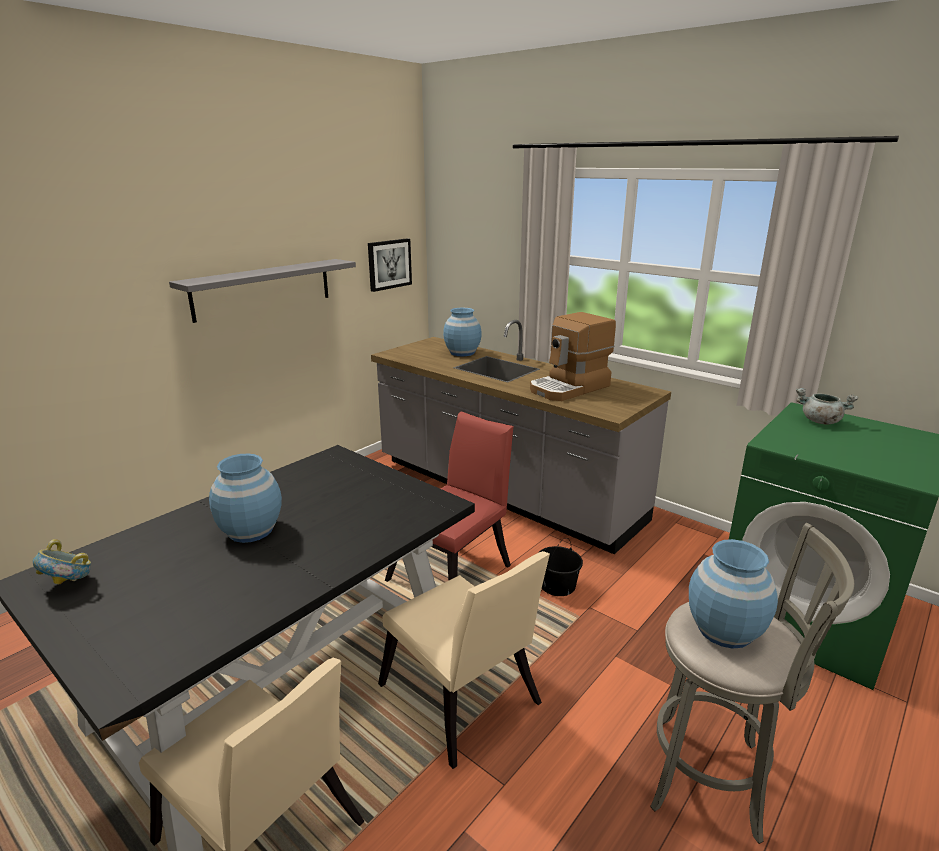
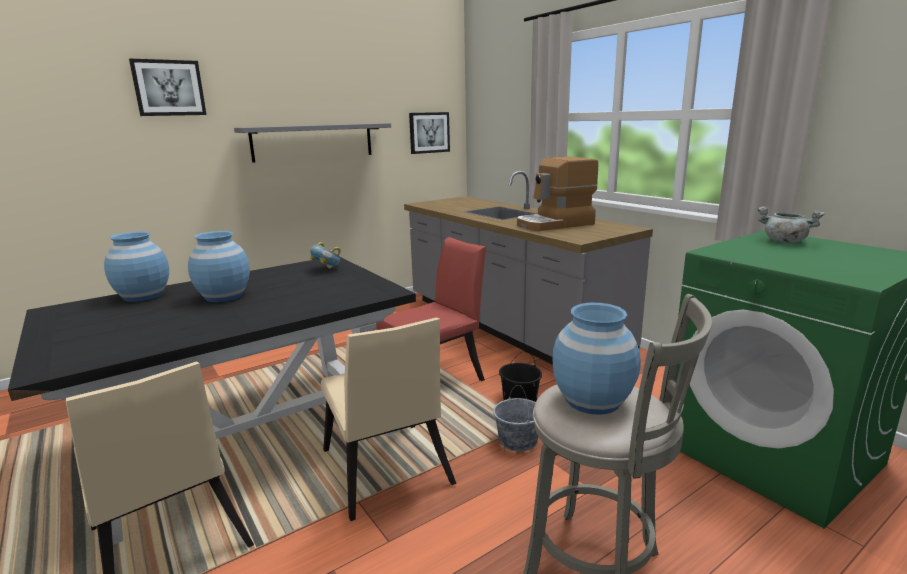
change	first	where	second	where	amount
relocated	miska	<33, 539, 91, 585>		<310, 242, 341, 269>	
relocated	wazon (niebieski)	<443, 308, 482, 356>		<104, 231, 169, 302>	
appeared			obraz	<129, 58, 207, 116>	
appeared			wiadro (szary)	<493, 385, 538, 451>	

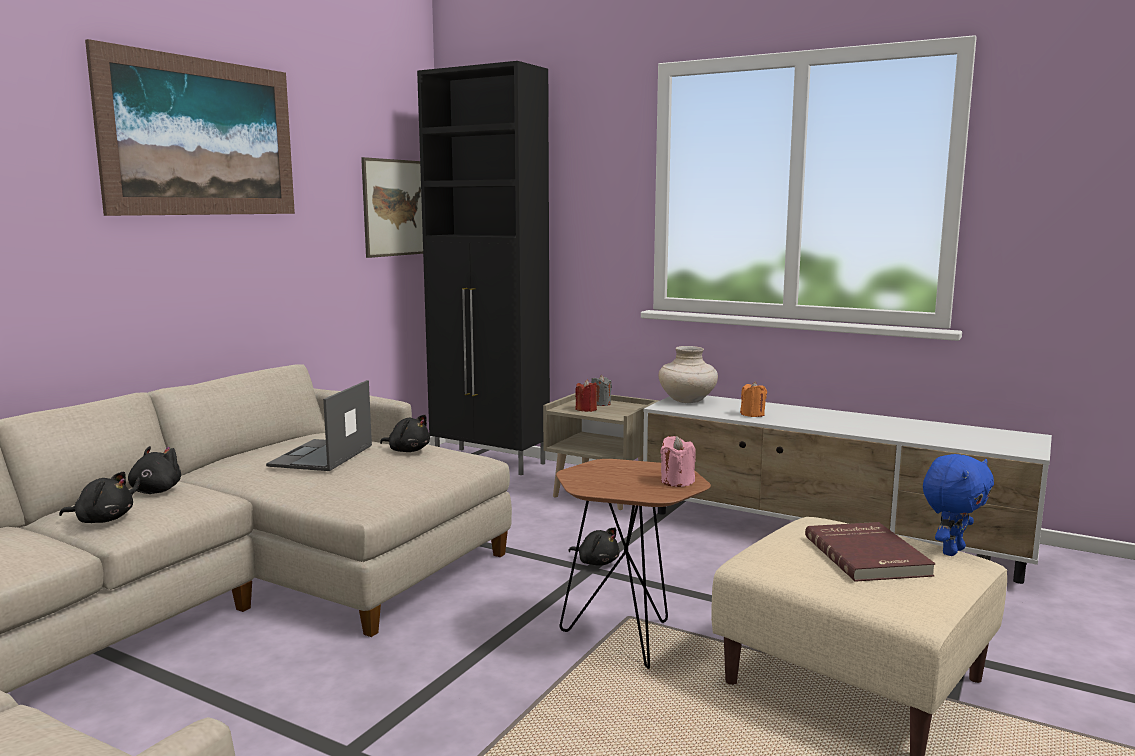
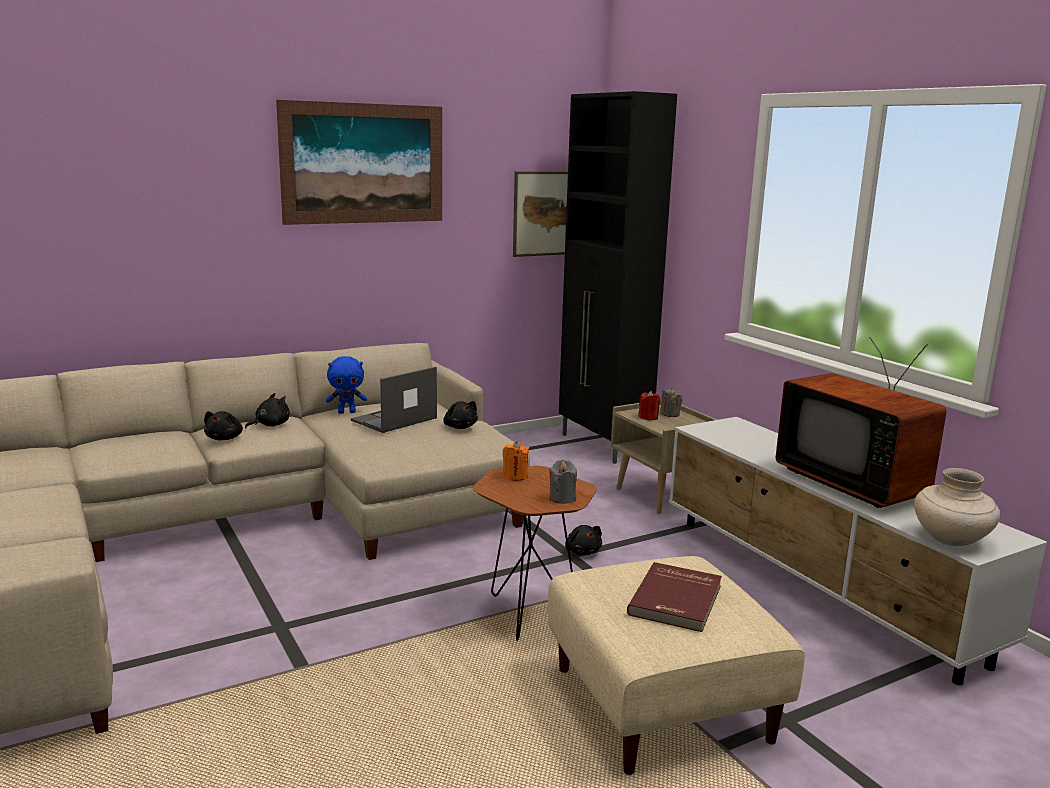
change	first	where	second	where	amount
spun	pluszak (czarny)	<59, 472, 133, 523>		<204, 411, 243, 440>	60 degrees clockwise
relocated	wazon (beżowy)	<659, 346, 718, 403>		<914, 468, 1000, 546>	
colour	świeca (różowy)	<660, 436, 696, 487>	świeca (szary)	<549, 460, 577, 504>	
relocated	świeca (pomarańczowy)	<740, 381, 767, 417>		<502, 441, 529, 481>	
relocated	pluszak (niebieski)	<923, 454, 994, 556>		<326, 356, 367, 414>	
appeared			telewizor	<776, 337, 947, 508>	

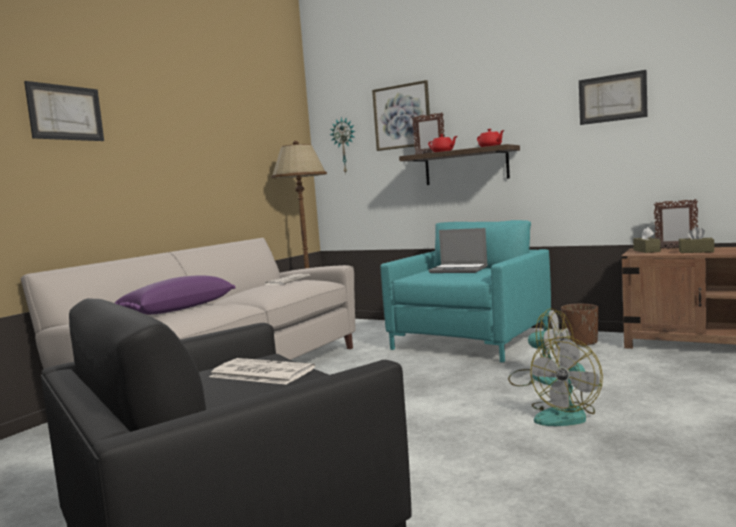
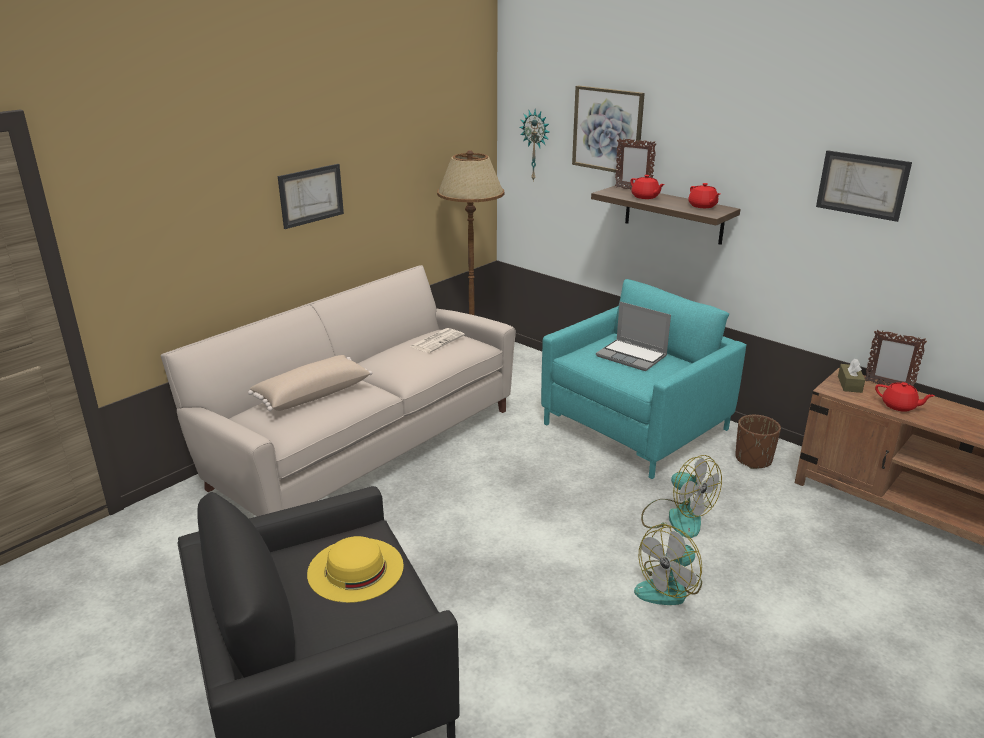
change	first	where	second	where	amount
relocated	obraz	<24, 81, 104, 141>		<278, 164, 344, 229>	
colour	poduszka (fioletowy)	<115, 275, 236, 315>	poduszka (beżowy)	<248, 355, 372, 411>	
exchanged	gazeta	<209, 358, 315, 385>	kapelusz (żółty)	<307, 536, 404, 603>	
exchanged	pudełko chusteczek (brązowy)	<679, 227, 714, 253>	imbryk (czerwony)	<875, 382, 935, 412>	

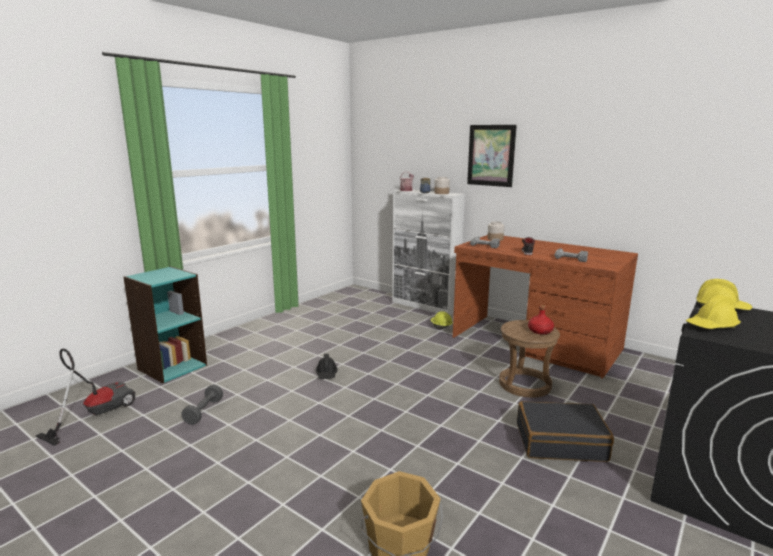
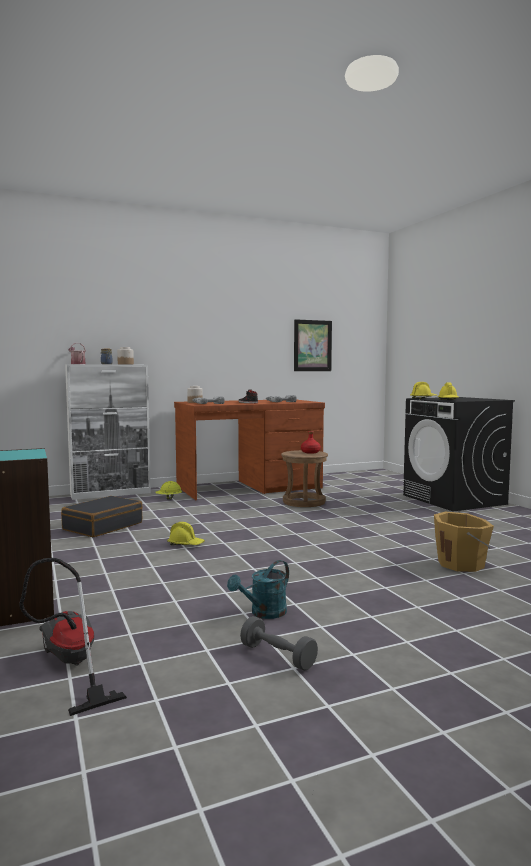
change	first	where	second	where	amount
relocated	hantel (szary)	<181, 384, 223, 425>		<240, 616, 318, 671>	
colour	kask (czarny)	<316, 354, 338, 379>	kask (żółty)	<167, 522, 205, 545>	
relocated	obraz	<467, 125, 517, 187>		<294, 319, 332, 371>	
relocated	walizka (czarny)	<517, 401, 614, 462>		<61, 496, 142, 537>	
appeared			konewka (turkusowy)	<227, 560, 289, 619>	

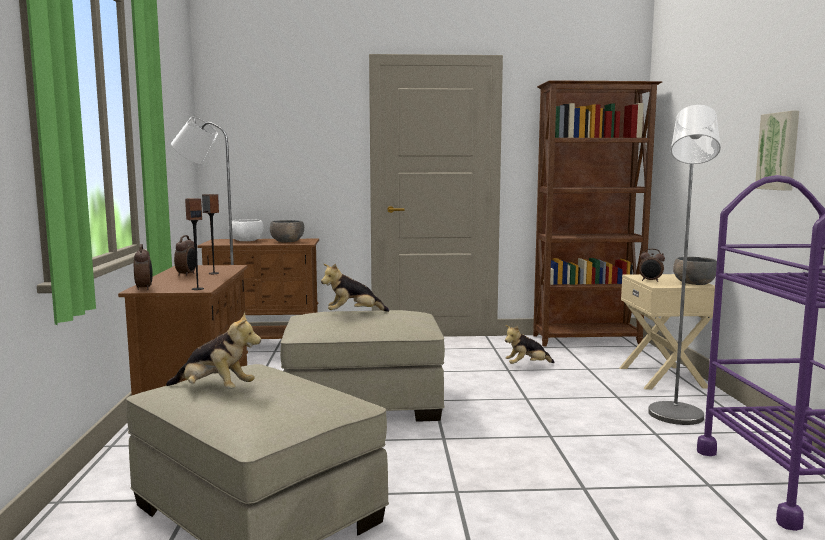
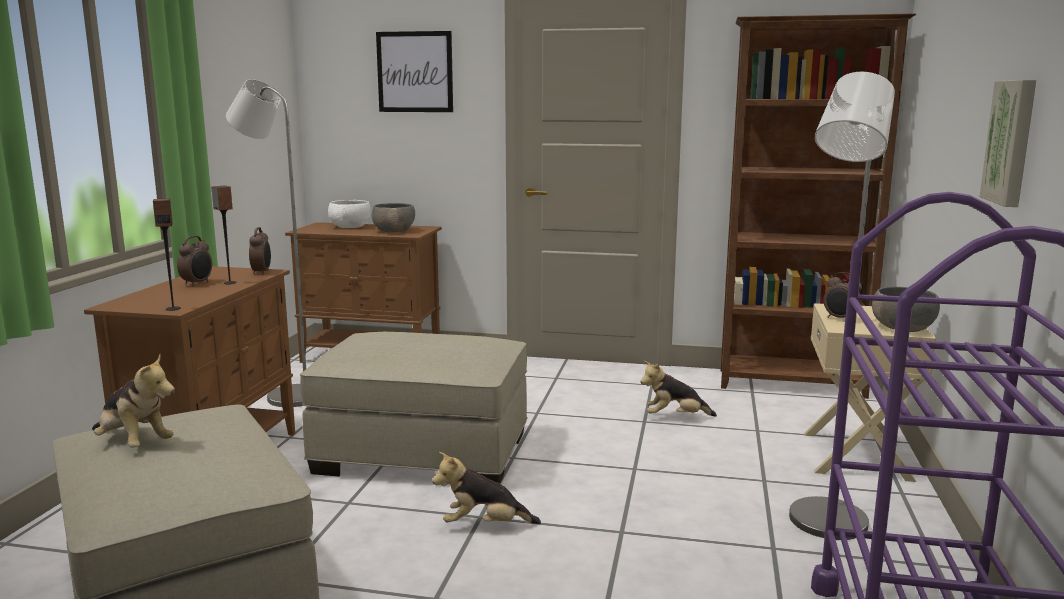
change	first	where	second	where	amount
relocated	budzik	<134, 244, 152, 290>		<249, 227, 271, 275>	
relocated	pluszak	<321, 263, 389, 312>		<432, 452, 541, 524>	
appeared			obraz	<376, 31, 453, 112>	

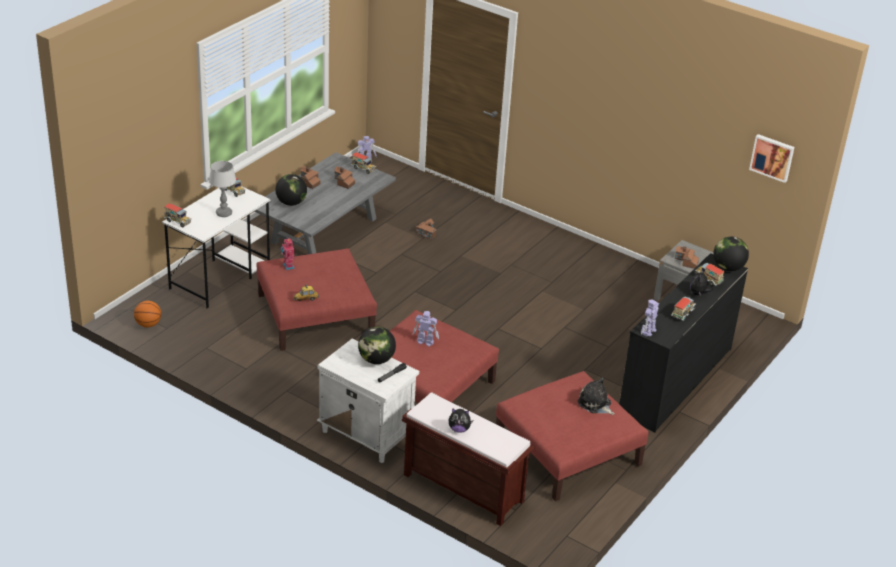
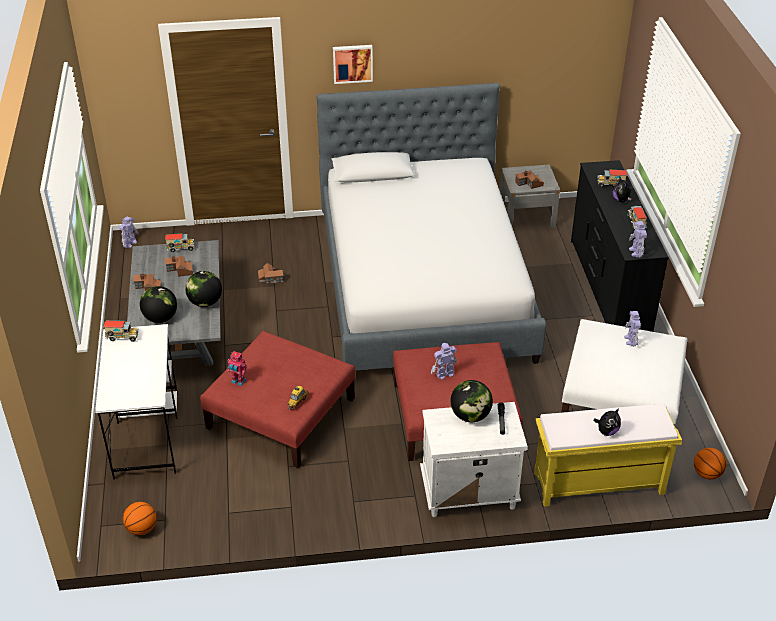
change	first	where	second	where	amount
missing	ciężarówka zabawkowa	<164, 203, 191, 228>			
missing	lampa stołowa	<209, 161, 236, 217>			
colour	ławka (brązowy)	<402, 392, 534, 526>	ławka (żółty)	<534, 403, 682, 507>	
colour	pufa (czerwony)	<496, 371, 649, 501>	pufa (biały)	<561, 319, 687, 424>	
exchanged	pluszak	<577, 377, 615, 415>	robot zabawkowy	<624, 311, 641, 347>	
relocated	globus	<713, 237, 749, 271>		<185, 271, 222, 307>	
relocated	obraz	<749, 134, 794, 183>		<333, 45, 373, 84>	
appeared			łóżko	<317, 83, 546, 371>	
appeared			piłka do koszykówki	<694, 448, 727, 480>	

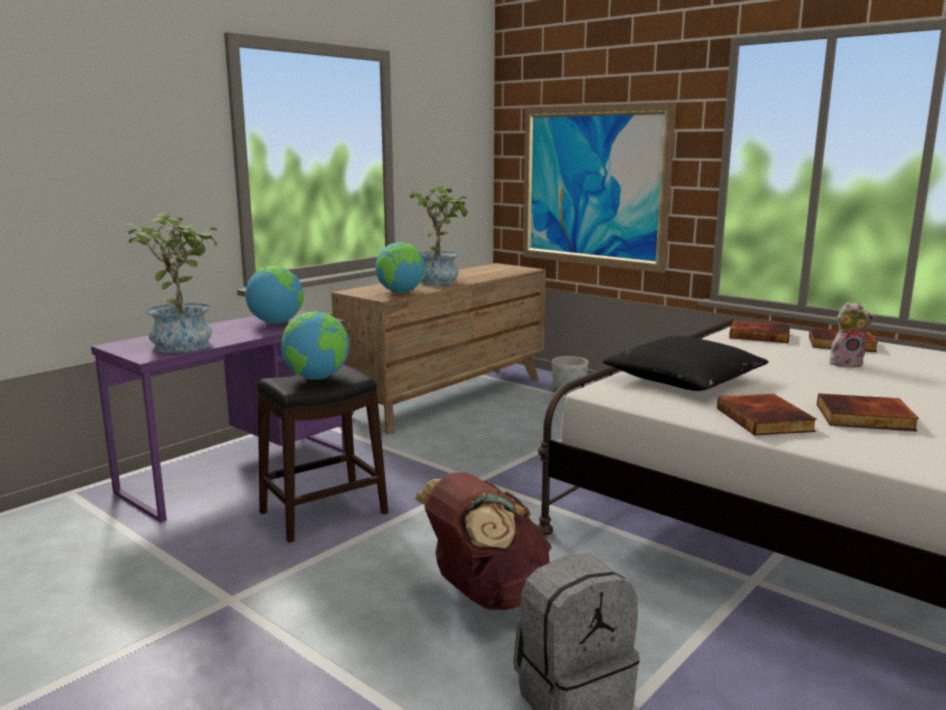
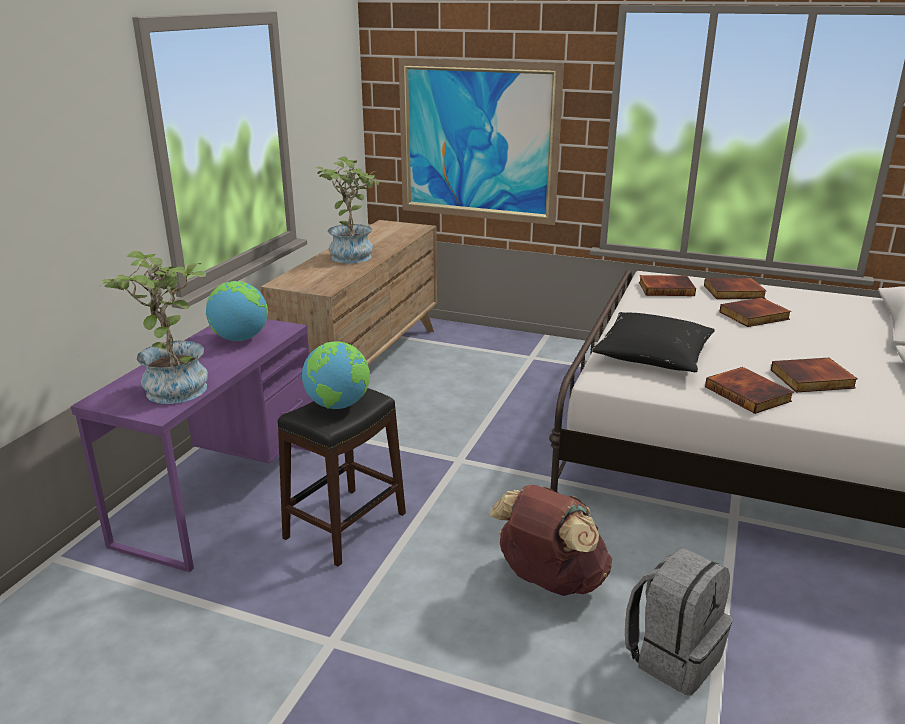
change	first	where	second	where	amount
missing	globus	<375, 242, 425, 293>			
missing	donica (szary)	<552, 356, 588, 394>			
exchanged	pluszak	<829, 302, 875, 368>	książka	<719, 297, 791, 327>	

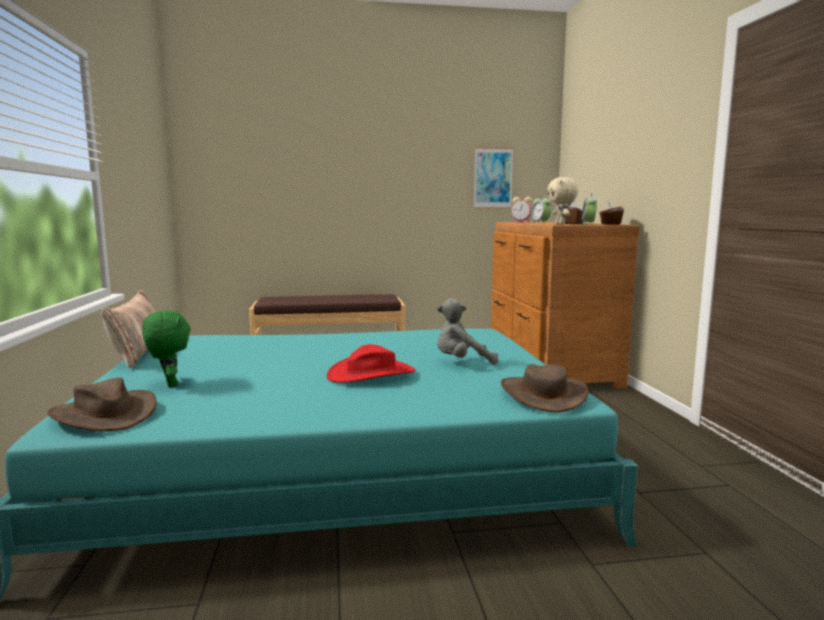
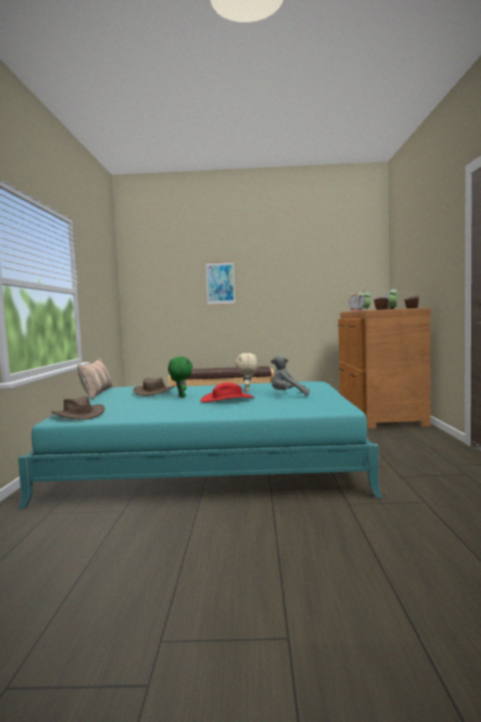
change	first	where	second	where	amount
relocated	pluszak (zielony)	<142, 310, 191, 388>		<168, 356, 193, 398>	
relocated	obraz	<474, 147, 513, 208>		<206, 261, 235, 305>	
relocated	kapelusz (brązowy)	<501, 364, 589, 412>		<133, 378, 175, 396>	
relocated	pluszak (beżowy)	<547, 177, 578, 225>		<235, 353, 257, 392>	

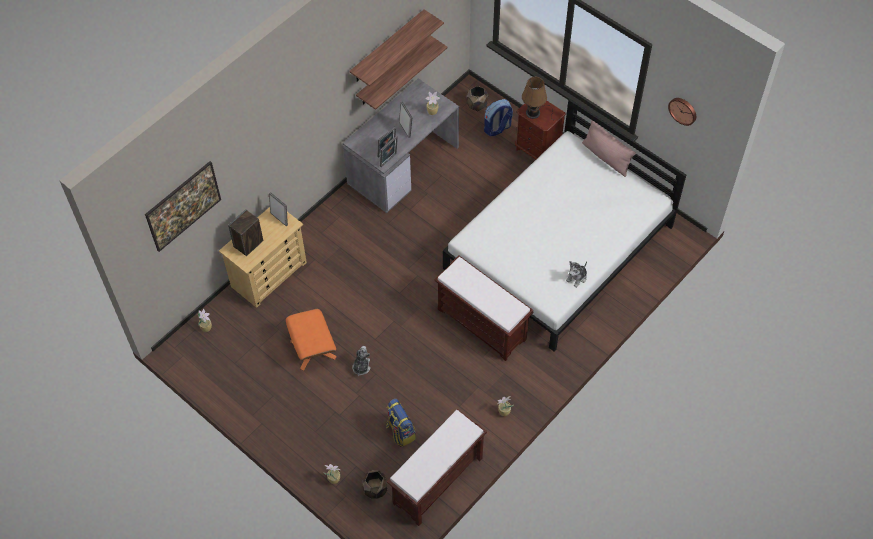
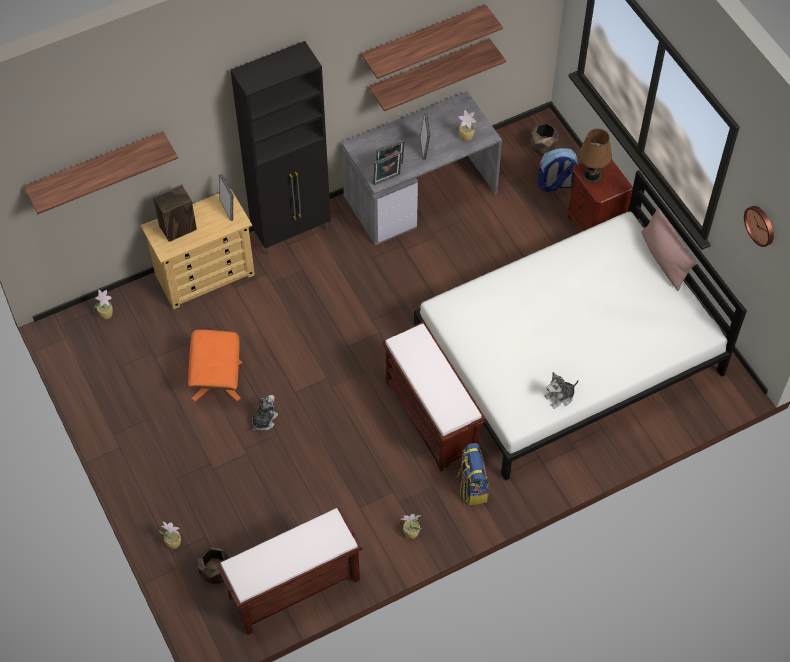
change	first	where	second	where	amount
exchanged	obraz	<145, 161, 221, 252>	półka	<24, 131, 178, 214>	
relocated	plecak	<386, 398, 416, 447>		<457, 443, 490, 505>	
appeared			szafka (czarny)	<231, 41, 331, 255>	

